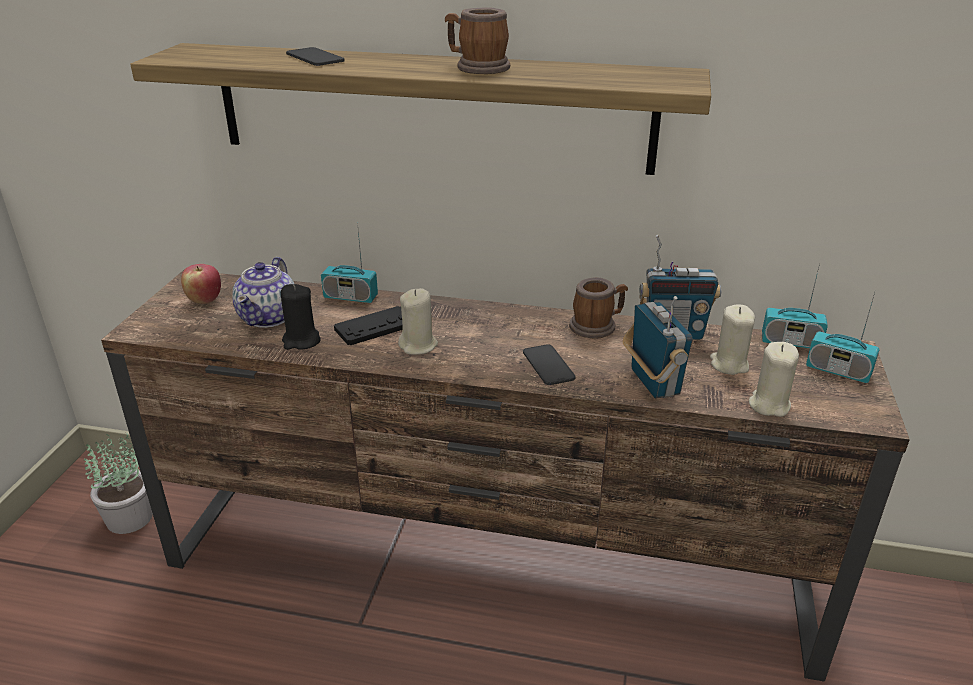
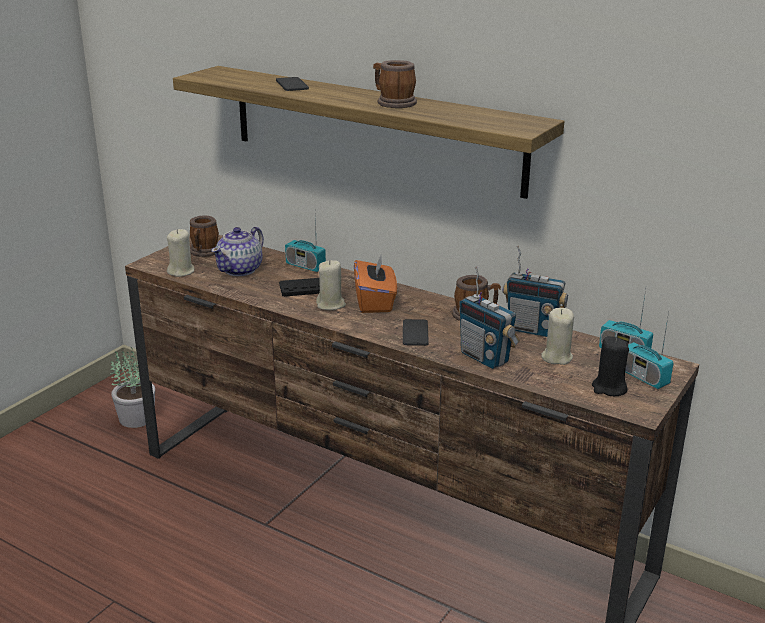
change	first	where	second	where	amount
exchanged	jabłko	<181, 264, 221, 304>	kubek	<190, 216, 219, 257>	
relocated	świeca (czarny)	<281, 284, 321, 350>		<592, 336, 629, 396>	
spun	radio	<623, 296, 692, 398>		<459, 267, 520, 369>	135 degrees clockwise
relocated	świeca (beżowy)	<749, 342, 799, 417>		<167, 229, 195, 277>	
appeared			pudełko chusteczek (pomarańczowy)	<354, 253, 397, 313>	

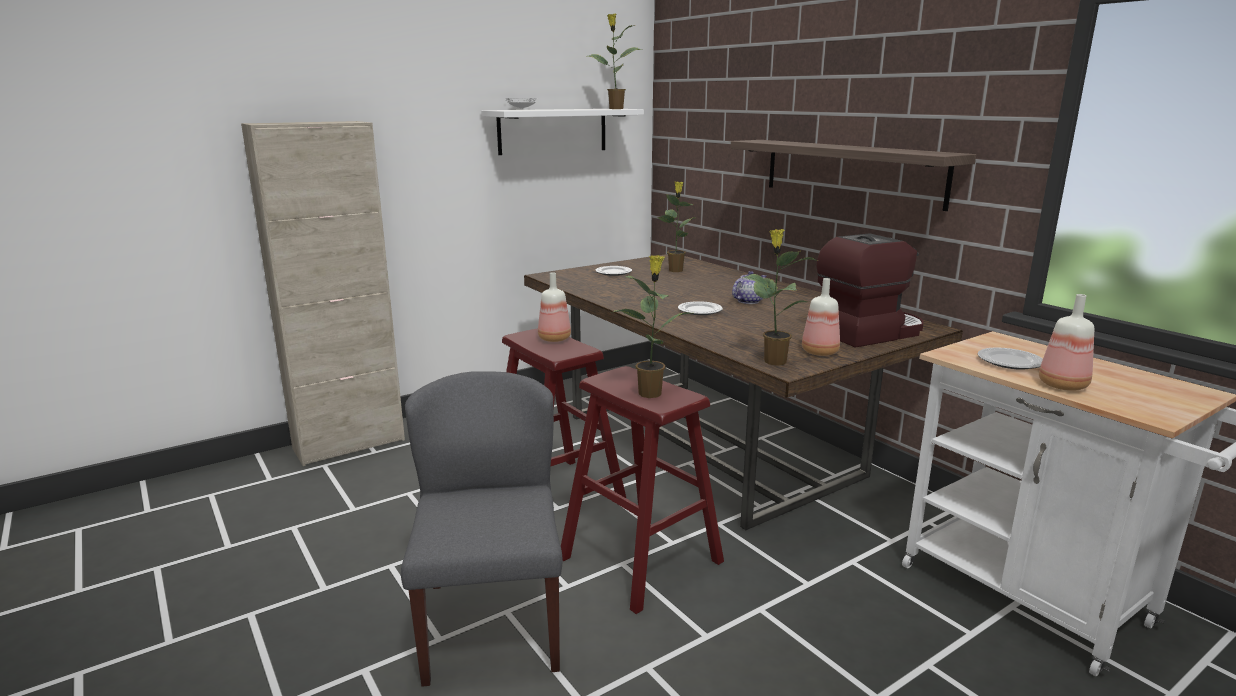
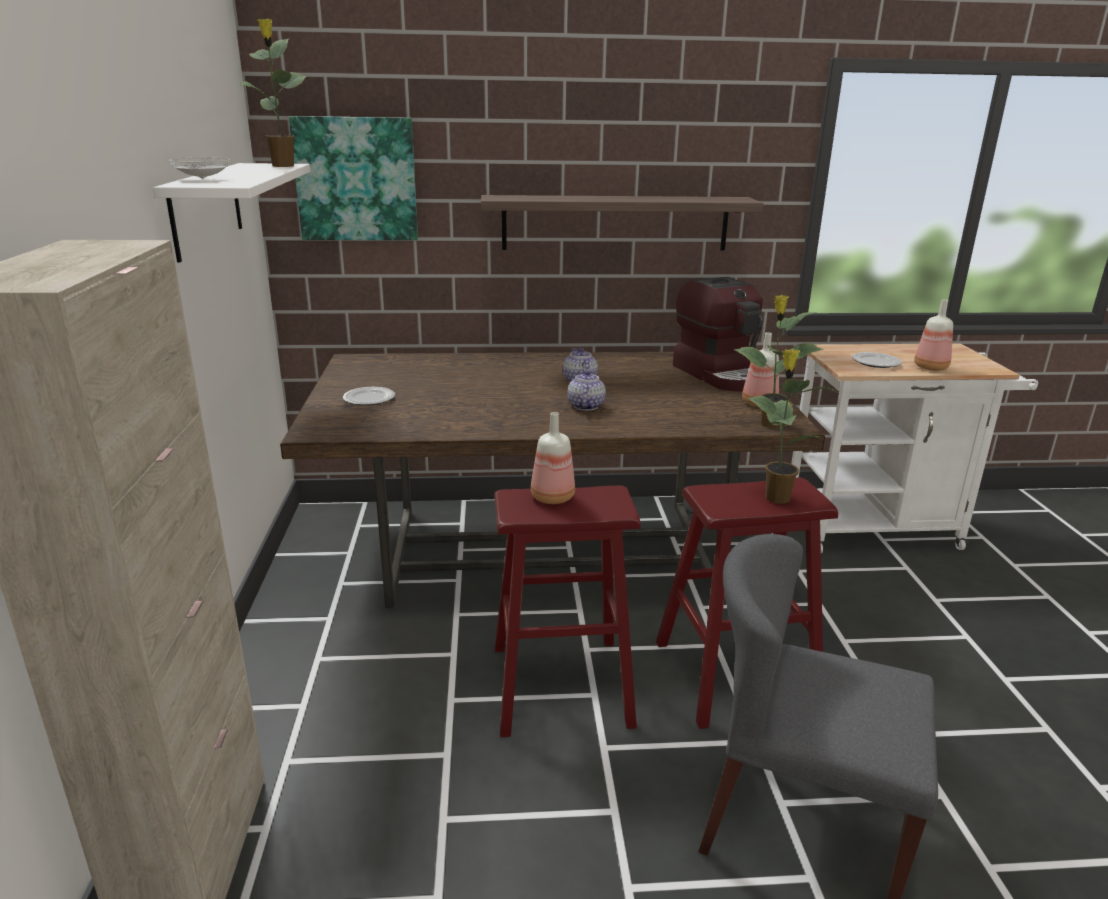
change	first	where	second	where	amount
missing	roślina doniczkowa	<657, 181, 695, 272>			
exchanged	talerz	<678, 301, 723, 315>	imbryk	<567, 370, 606, 411>	
spun	ekspres do kawy	<816, 233, 924, 348>		<673, 277, 763, 392>	150 degrees clockwise
appeared			obraz	<289, 116, 418, 240>	

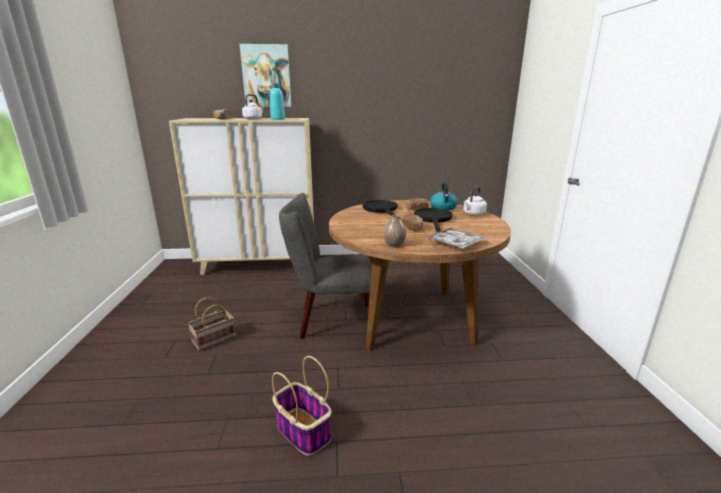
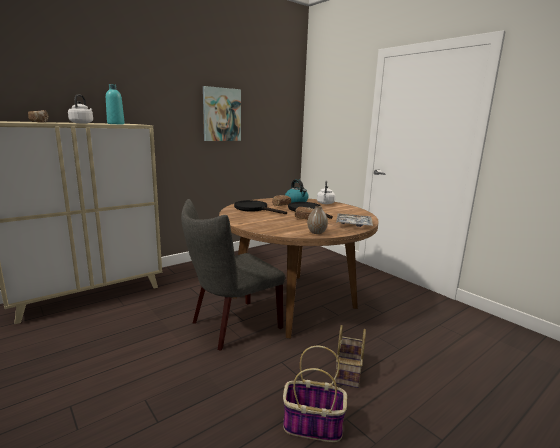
change	first	where	second	where	amount
relocated	koszyk	<188, 297, 236, 351>		<335, 325, 366, 388>	
relocated	obraz	<240, 44, 292, 107>		<203, 86, 241, 141>	

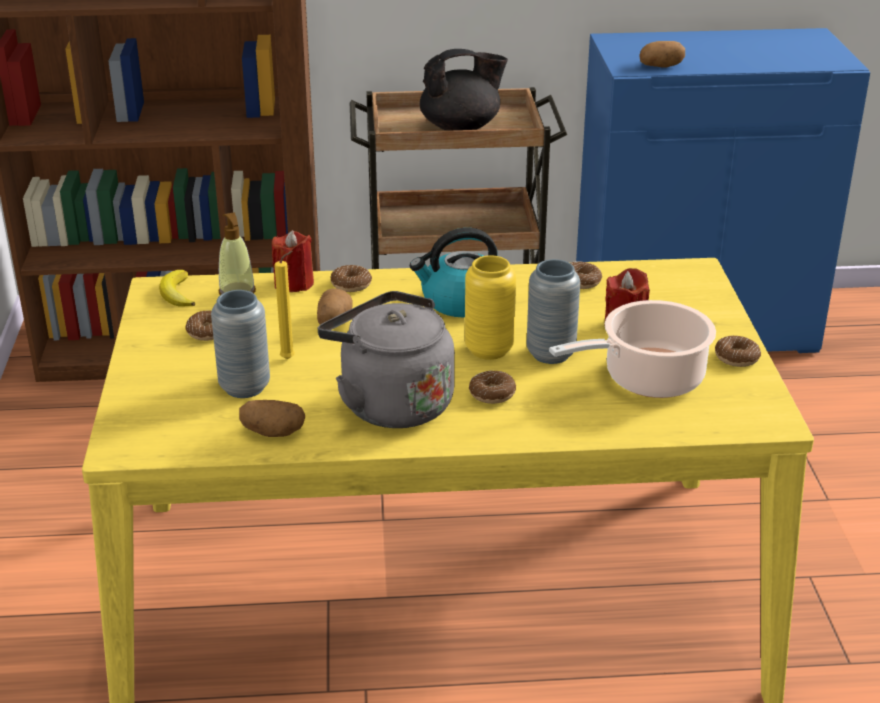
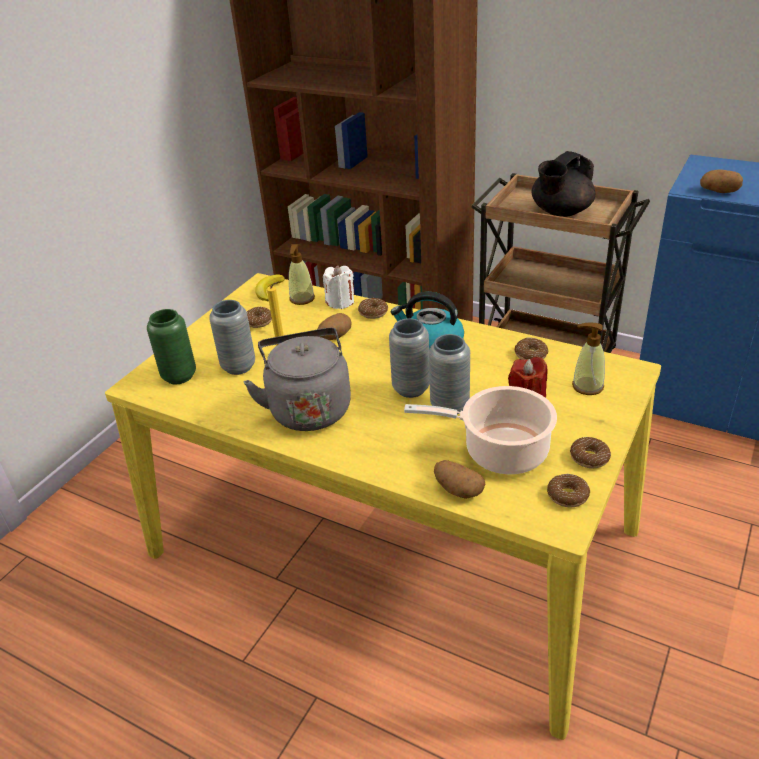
change	first	where	second	where	amount
relocated	ziemniak	<239, 400, 305, 437>		<434, 460, 485, 499>	
colour	świeca (czerwony)	<272, 230, 314, 292>	świeca (biały)	<323, 265, 354, 309>	
spun	imbryk (czarny)	<420, 49, 508, 131>		<532, 151, 595, 217>	120 degrees clockwise
colour	wazon (żółty)	<465, 255, 516, 360>	wazon (szary)	<389, 318, 430, 398>	
relocated	donut	<469, 371, 516, 404>		<547, 474, 590, 507>	
appeared			wazon (zielony)	<147, 309, 196, 384>	
appeared			dozownik mydła	<572, 323, 605, 395>	

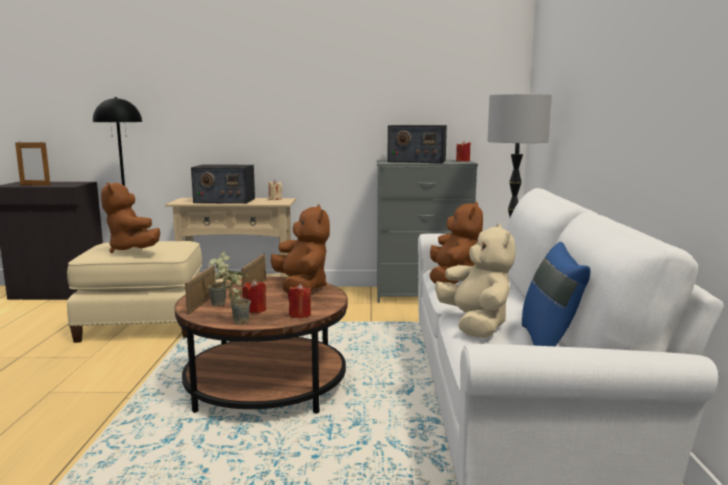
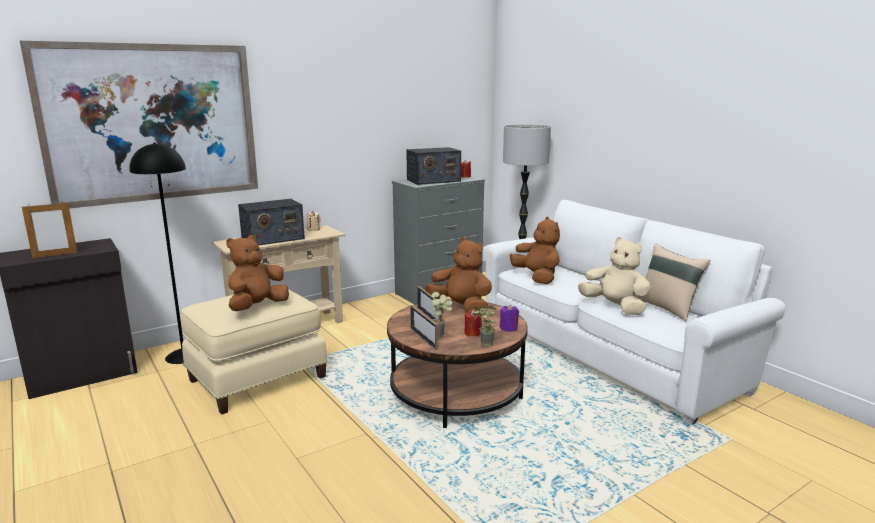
change	first	where	second	where	amount
spun	pluszak (brązowy)	<101, 182, 160, 253>		<226, 235, 289, 311>	105 degrees clockwise
colour	świeca (czerwony)	<288, 284, 311, 318>	świeca (fioletowy)	<500, 305, 519, 332>	
colour	poduszka (niebieski)	<522, 242, 590, 346>	poduszka (beżowy)	<637, 244, 710, 322>	
appeared			obraz	<20, 41, 258, 208>	

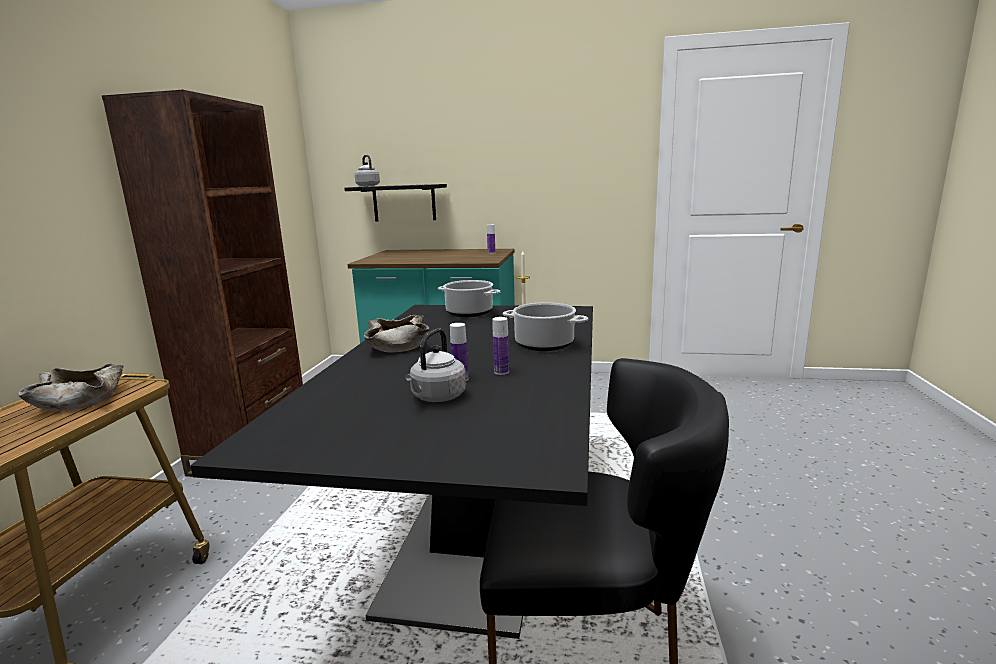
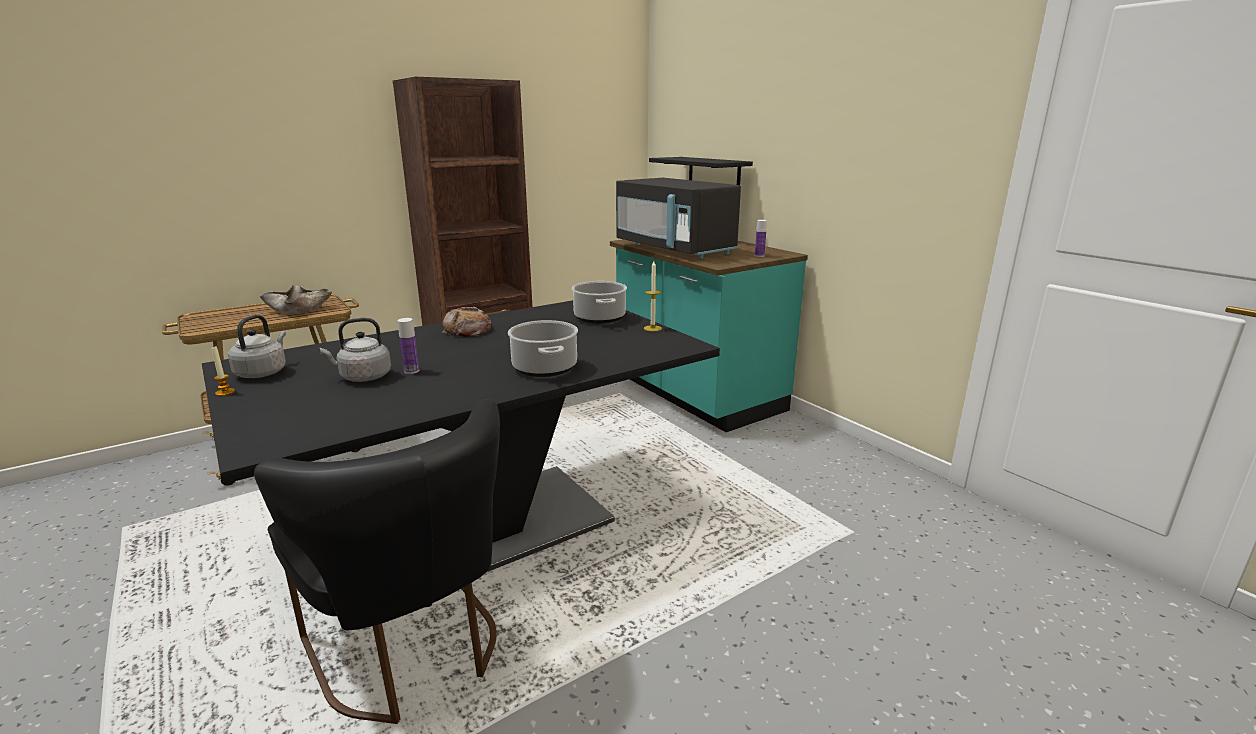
change	first	where	second	where	amount
relocated	czajnik (szary)	<355, 155, 380, 187>		<228, 314, 286, 378>	
exchanged	miska (beżowy)	<364, 315, 429, 353>	chleb	<442, 307, 491, 337>	
missing	butelka	<493, 317, 509, 375>			
appeared			świeca	<211, 346, 235, 396>	
appeared			mikrofalówka (czarny)	<616, 178, 741, 259>	

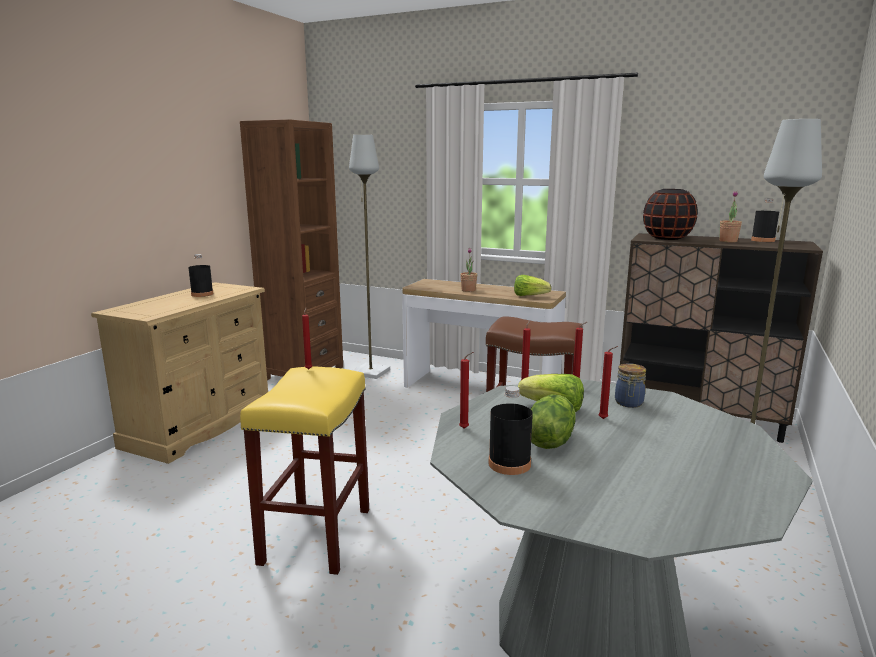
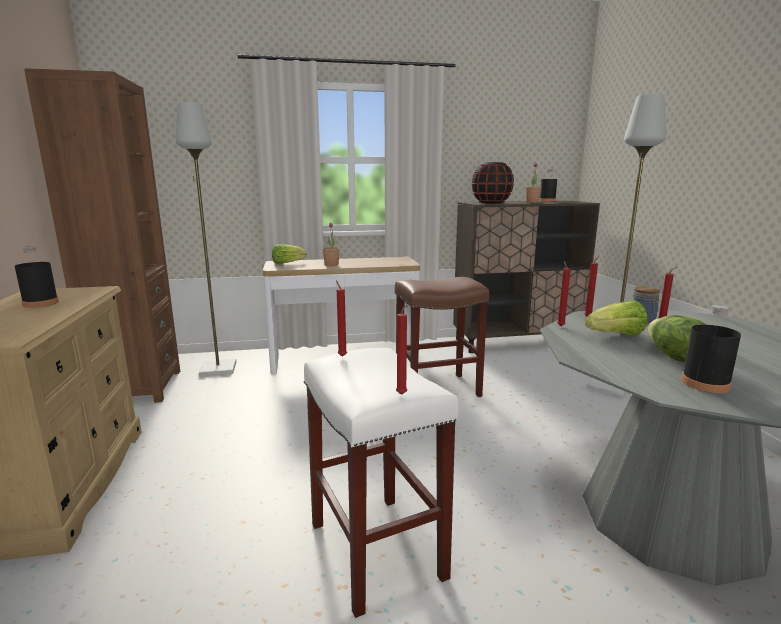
change	first	where	second	where	amount
colour	stołek (żółty)	<240, 367, 369, 575>	stołek (biały)	<304, 348, 459, 618>	
relocated	świeca (czerwony)	<459, 352, 473, 429>		<396, 303, 409, 395>	
relocated	sałata	<514, 275, 551, 296>		<272, 244, 307, 264>	

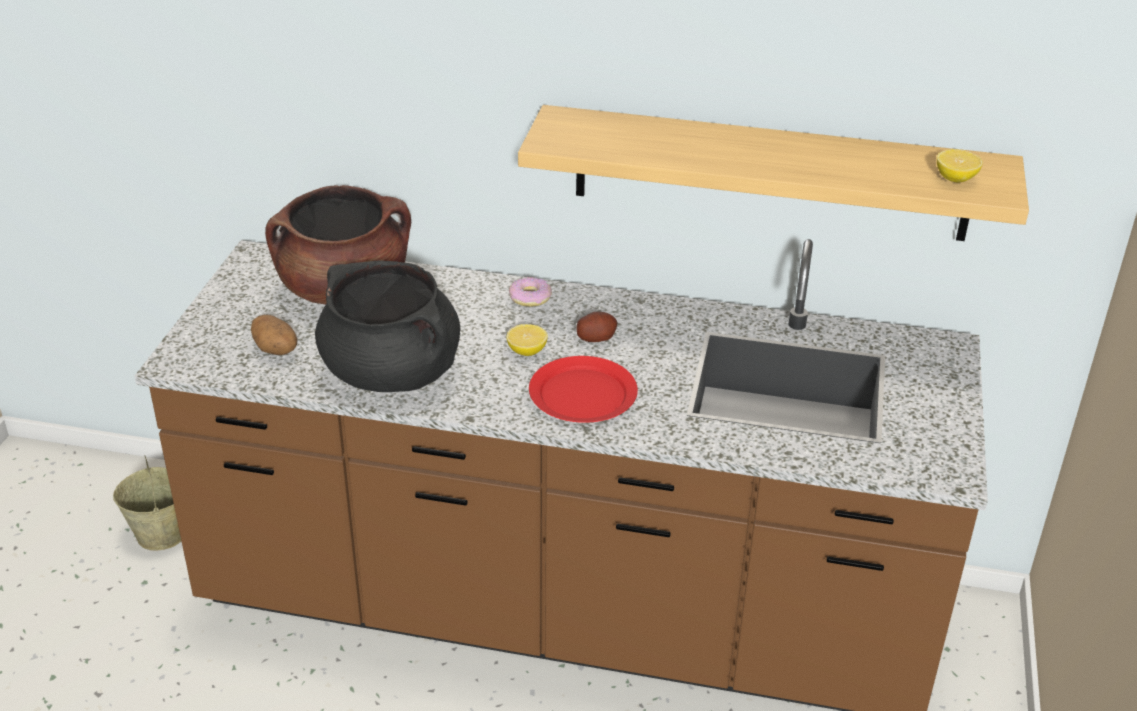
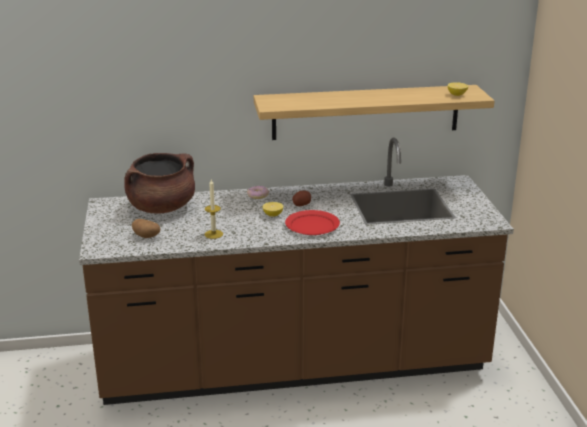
change	first	where	second	where	amount
missing	wiadro (beżowy)	<113, 455, 181, 551>			
exchanged	garnek (czarny)	<315, 260, 460, 392>	świeca	<205, 179, 223, 239>	

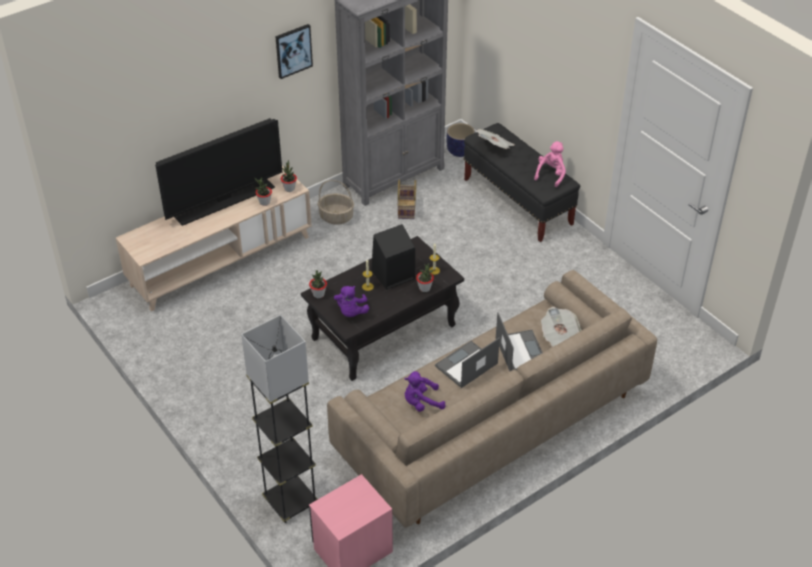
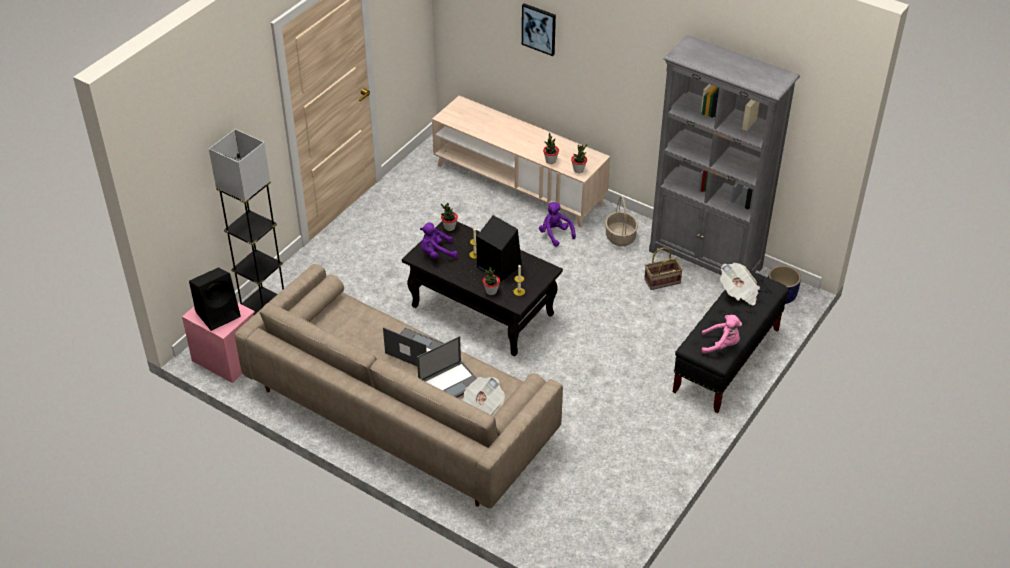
change	first	where	second	where	amount
missing	telewizor	<155, 118, 282, 226>			
relocated	obraz	<275, 24, 313, 79>		<522, 3, 556, 56>	
relocated	pluszak (fioletowy)	<405, 371, 446, 412>		<539, 202, 576, 247>	
appeared			głośnik (czarny)	<189, 267, 241, 331>	

